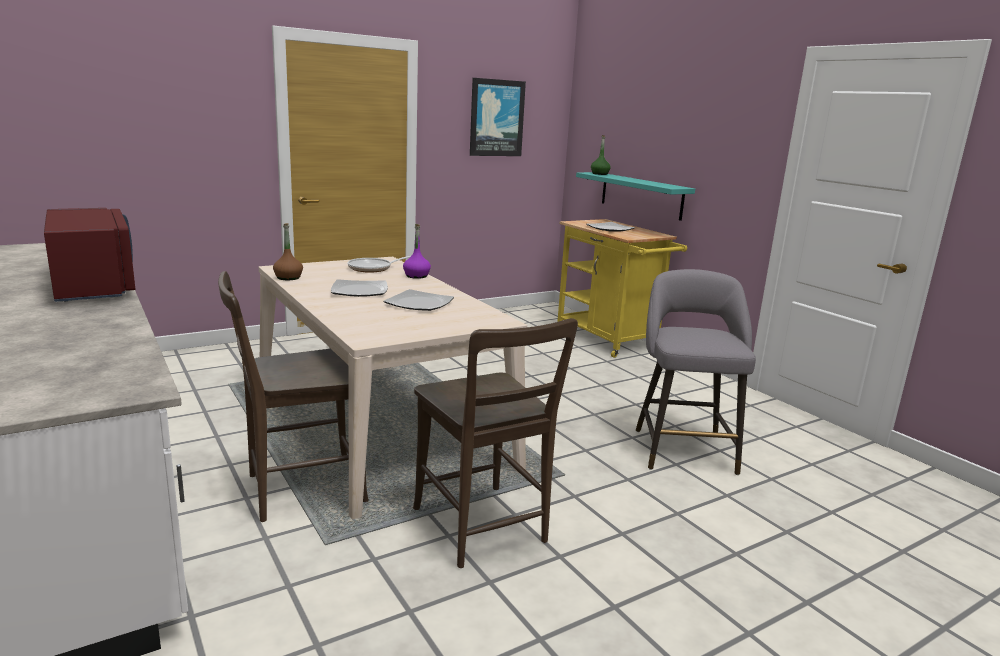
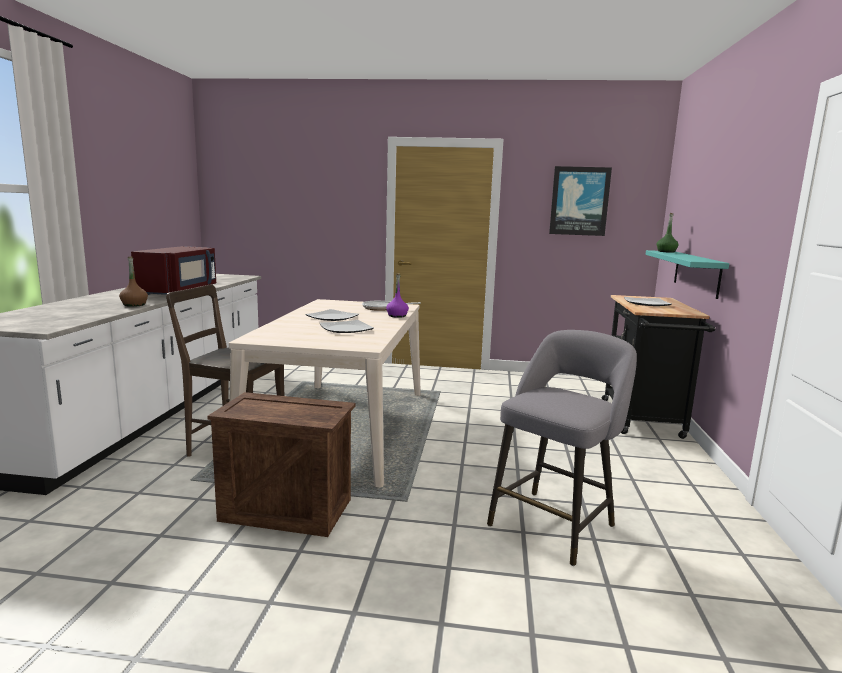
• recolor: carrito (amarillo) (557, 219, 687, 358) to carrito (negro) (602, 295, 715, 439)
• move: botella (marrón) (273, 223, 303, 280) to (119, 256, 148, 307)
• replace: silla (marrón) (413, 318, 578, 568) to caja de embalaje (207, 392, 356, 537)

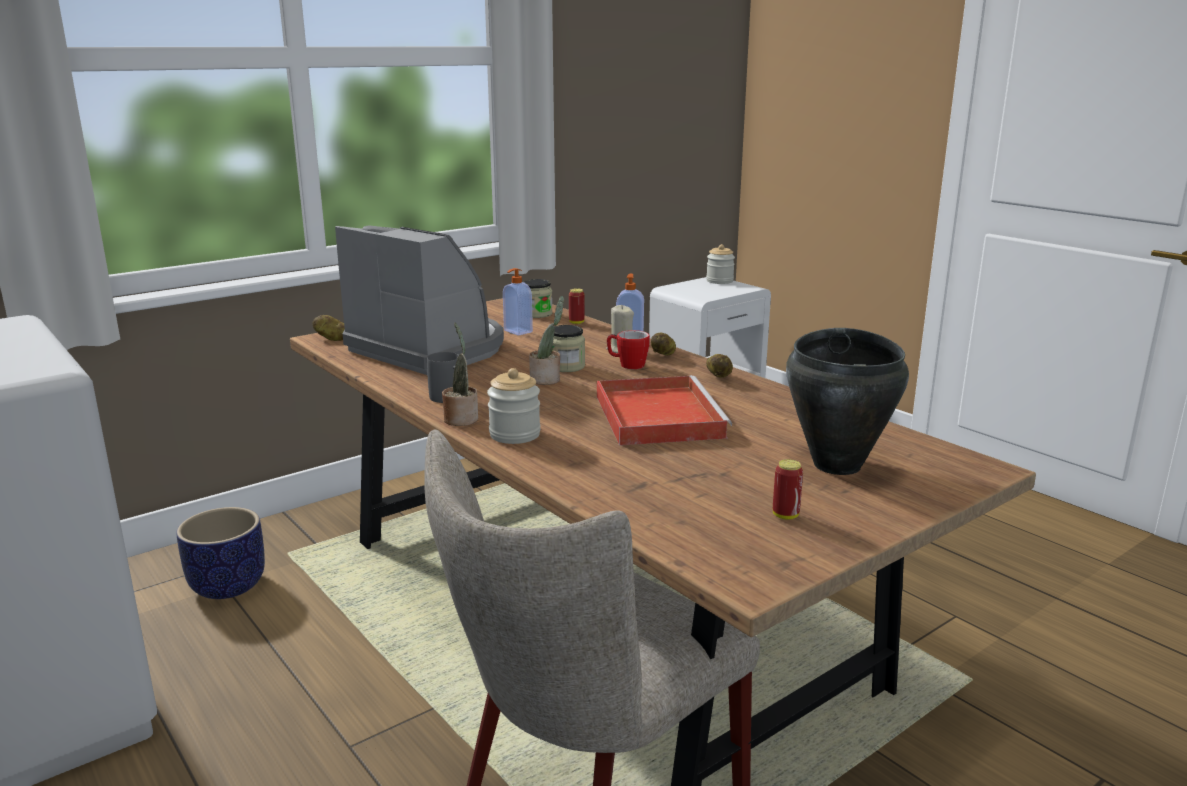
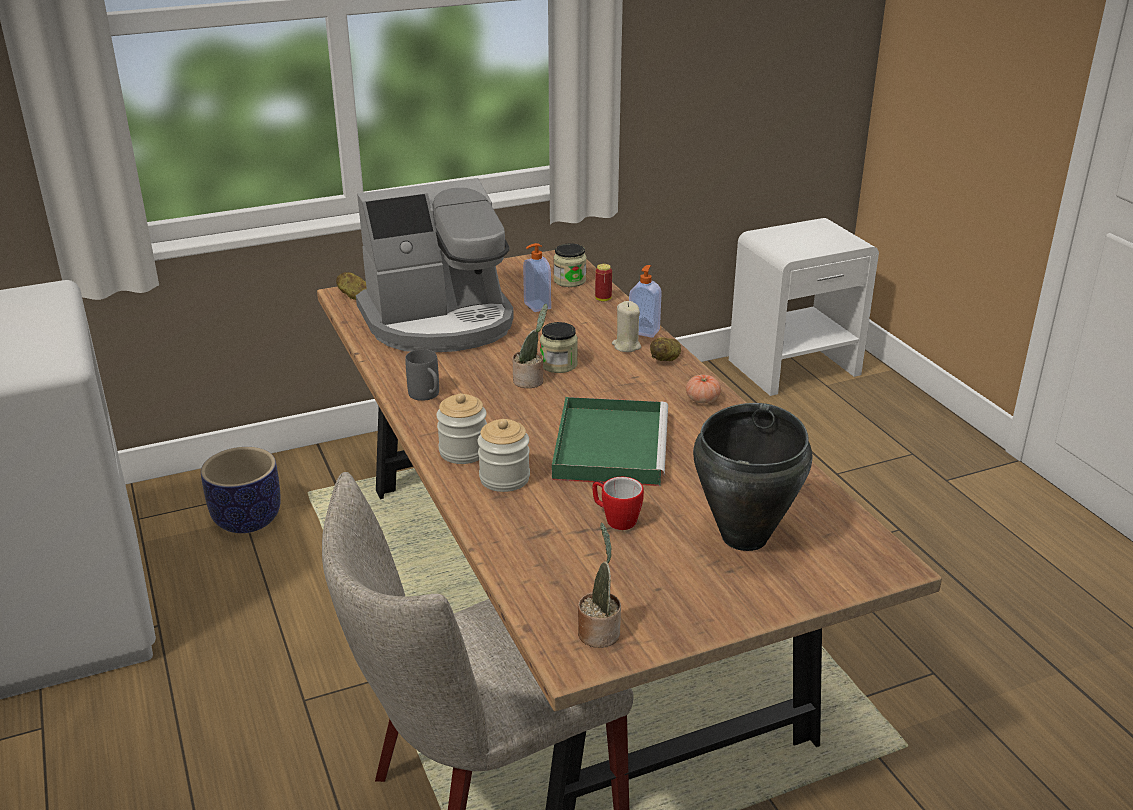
• rotate: cafetera (335, 225, 504, 375) = (356, 178, 514, 353) 105 degrees clockwise
• move: tarro (706, 244, 735, 284) to (478, 419, 530, 492)
• move: planta en maceta (442, 322, 478, 426) to (578, 523, 621, 648)
• move: taza grande (607, 330, 650, 369) to (592, 477, 644, 530)
• replace: patata (706, 354, 733, 378) to tomate (686, 375, 721, 404)
• recolor: bandeja (rojo) (597, 375, 732, 446) to bandeja (verde) (552, 397, 668, 486)
• delete: lata (773, 459, 803, 520)

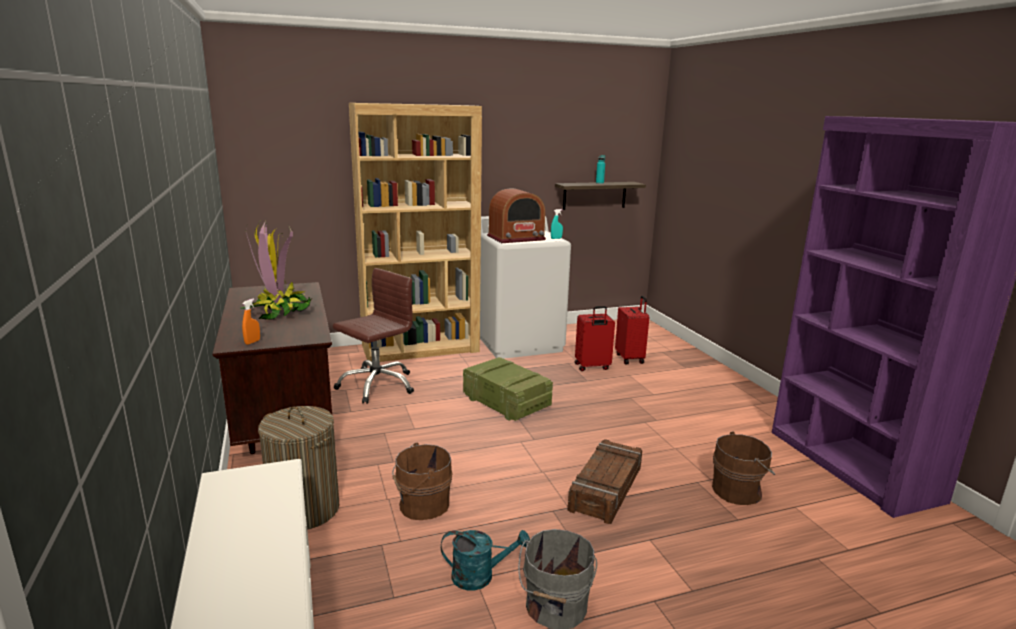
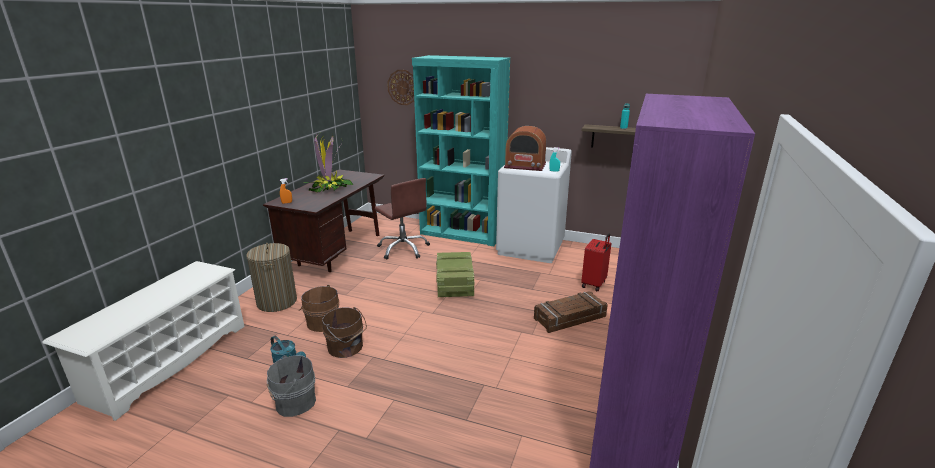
• recolor: estantería (marrón) (349, 103, 482, 362) to estantería (turquesa) (412, 55, 510, 246)
• rotate: silla de oficina (marrón) (333, 268, 414, 404) = (375, 178, 430, 259) 60 degrees clockwise
• delete: maleta (rojo) (575, 306, 615, 371)
• move: cubo (marrón) (712, 432, 775, 505) to (322, 307, 367, 358)
• move: caja de embalaje (567, 439, 642, 524) to (534, 291, 608, 333)
• insert: reloj de pared (387, 70, 414, 105)

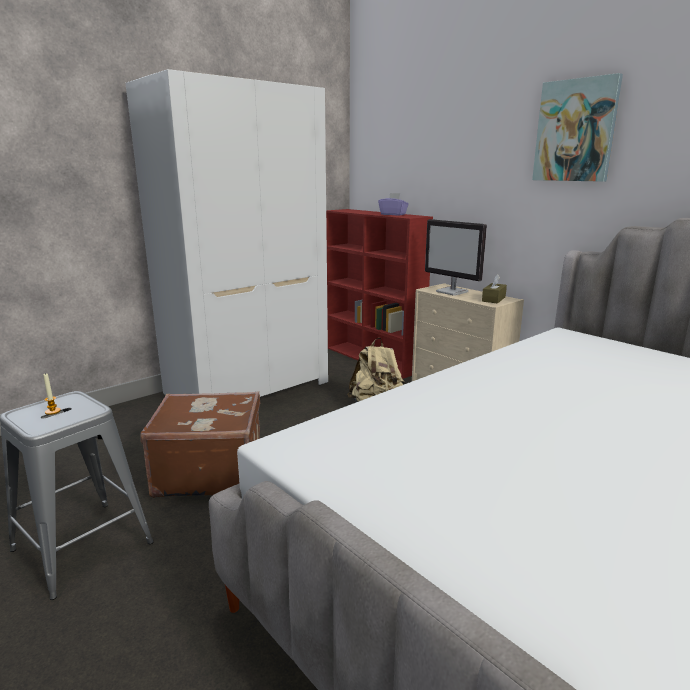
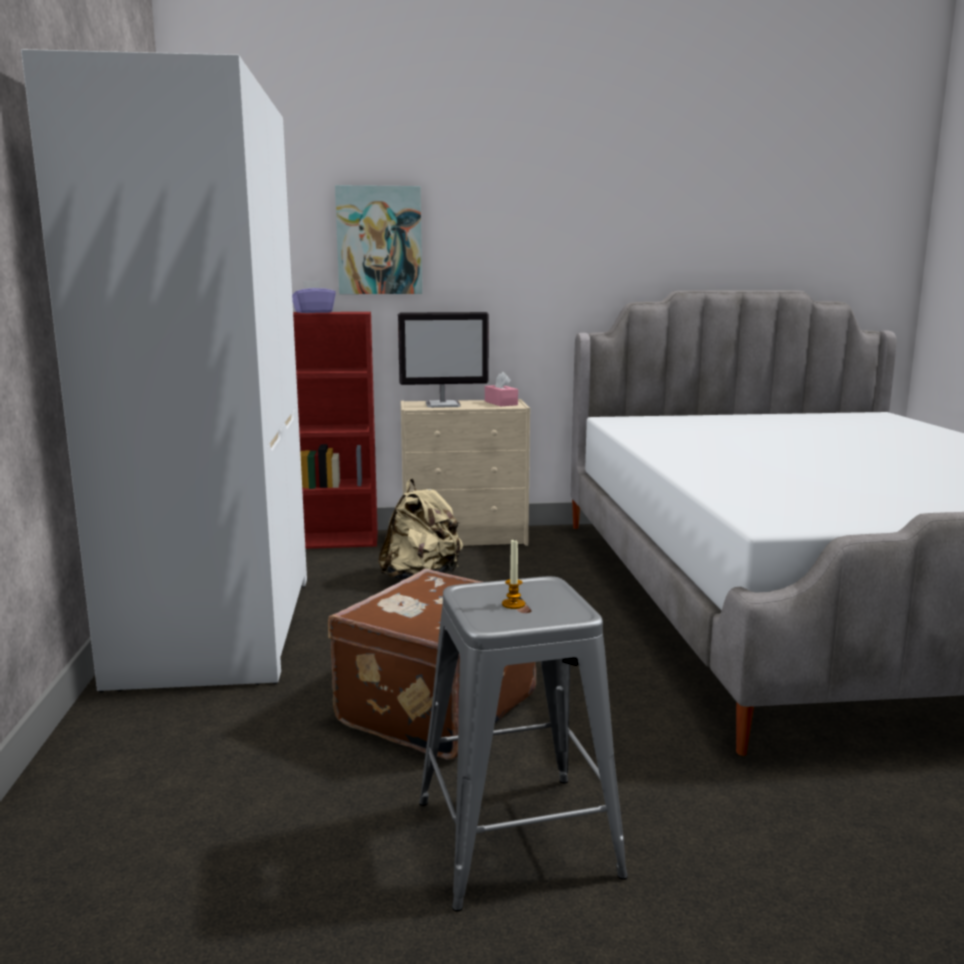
• move: cuadro (532, 73, 623, 182) to (335, 185, 422, 294)
• recolor: caja de pañuelos (marrón) (482, 274, 507, 304) to caja de pañuelos (rosa) (485, 372, 518, 406)

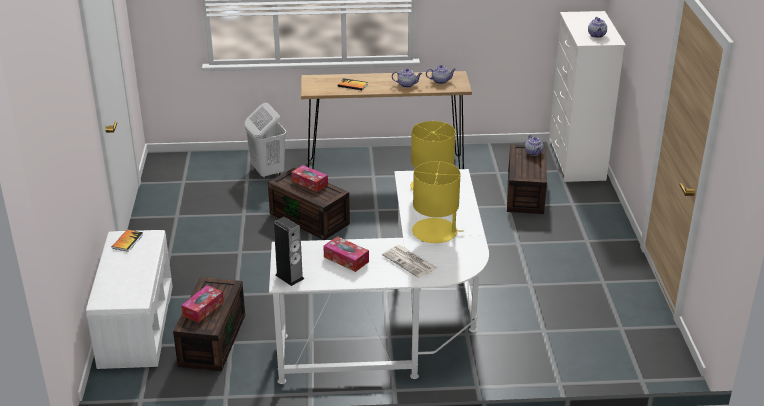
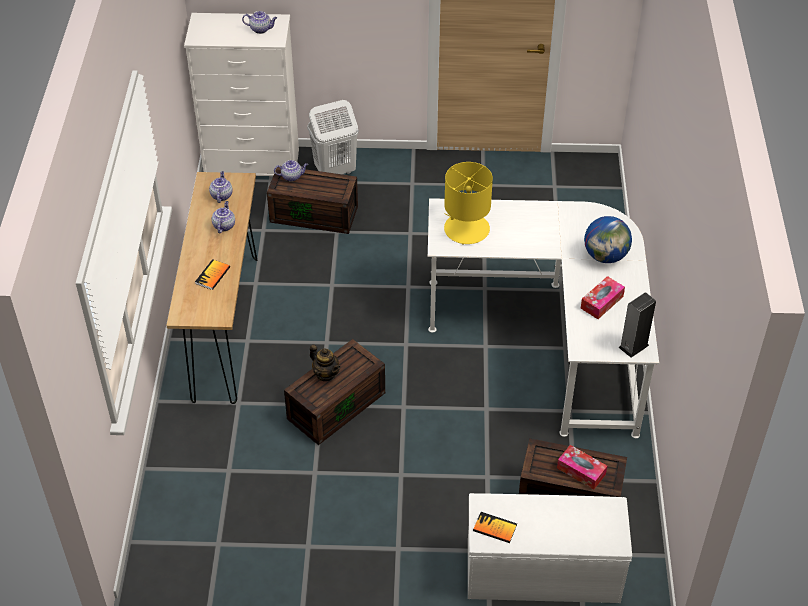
• move: cesto de la ropa (blanco) (245, 103, 287, 179) to (307, 100, 359, 174)
• delete: lámpara de mesa (amarillo) (412, 161, 462, 243)
• replace: caja de pañuelos (292, 165, 328, 192) to tetera (310, 345, 341, 381)
• replace: periódico (382, 245, 437, 278) to globo terráqueo (584, 216, 632, 263)

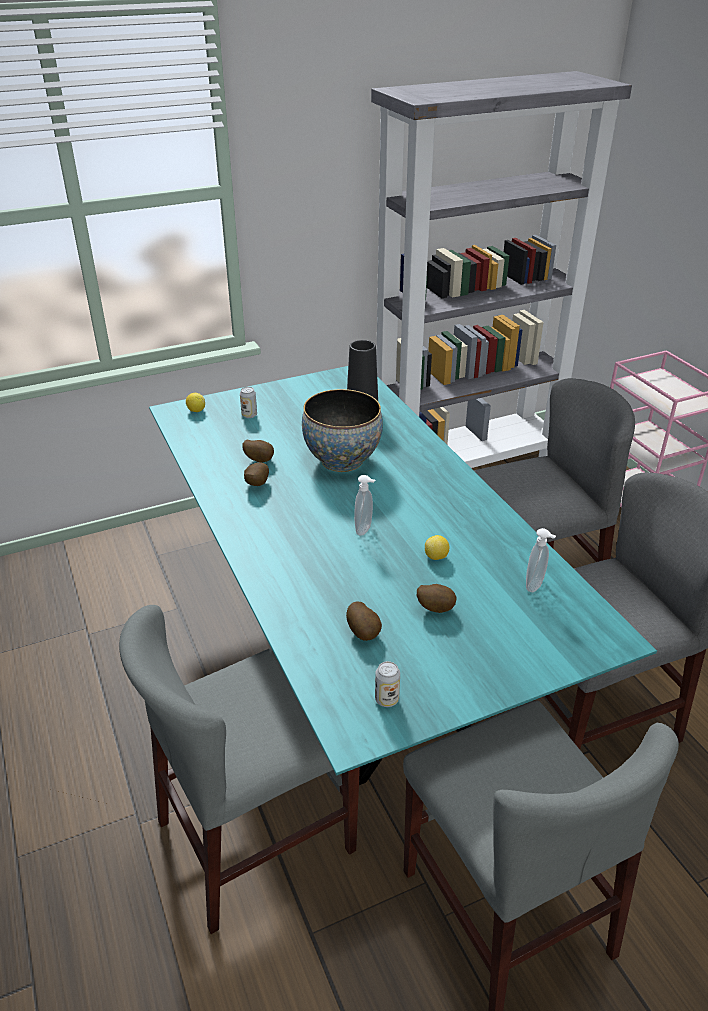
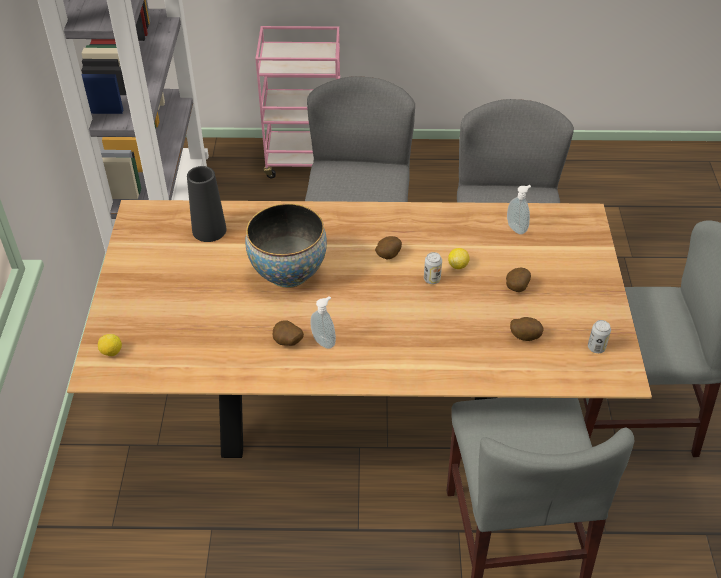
• recolor: mesa de comedor (turquesa) (149, 366, 657, 785) to mesa de comedor (marrón) (67, 200, 652, 458)
• move: lata (240, 387, 257, 418) to (424, 252, 442, 284)
• move: patata (242, 440, 274, 463) to (375, 236, 402, 259)
• move: dispensador de jabón (354, 475, 375, 536) to (310, 296, 336, 349)

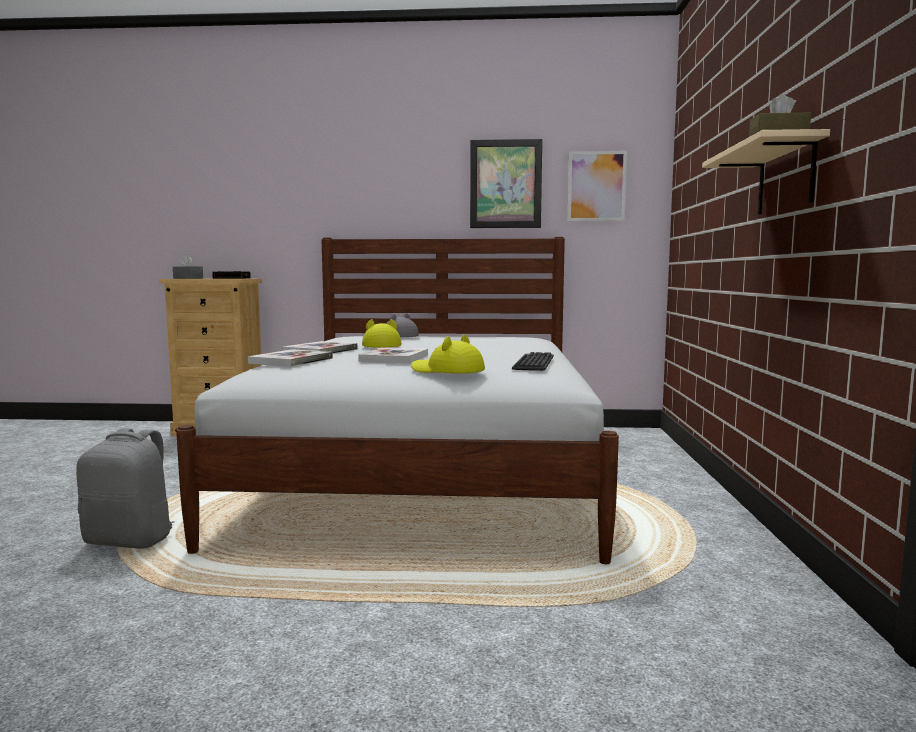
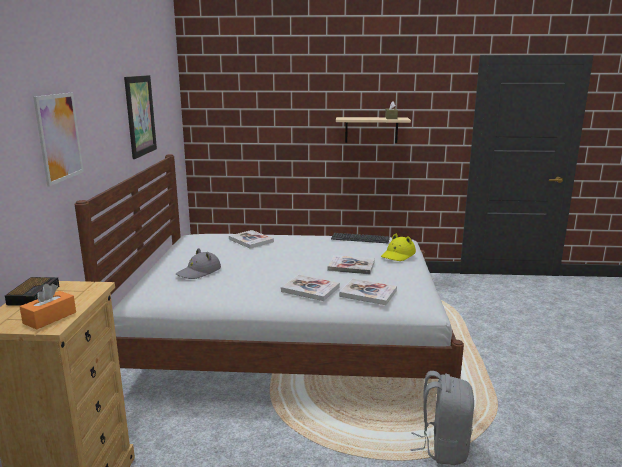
• move: cuadro (568, 151, 627, 221) to (33, 93, 84, 186)
• recolor: caja de pañuelos (gris) (173, 255, 203, 279) to caja de pañuelos (naranja) (20, 284, 76, 329)
• delete: sombrero (amarillo) (362, 319, 402, 347)
• insert: libro (229, 230, 274, 249)

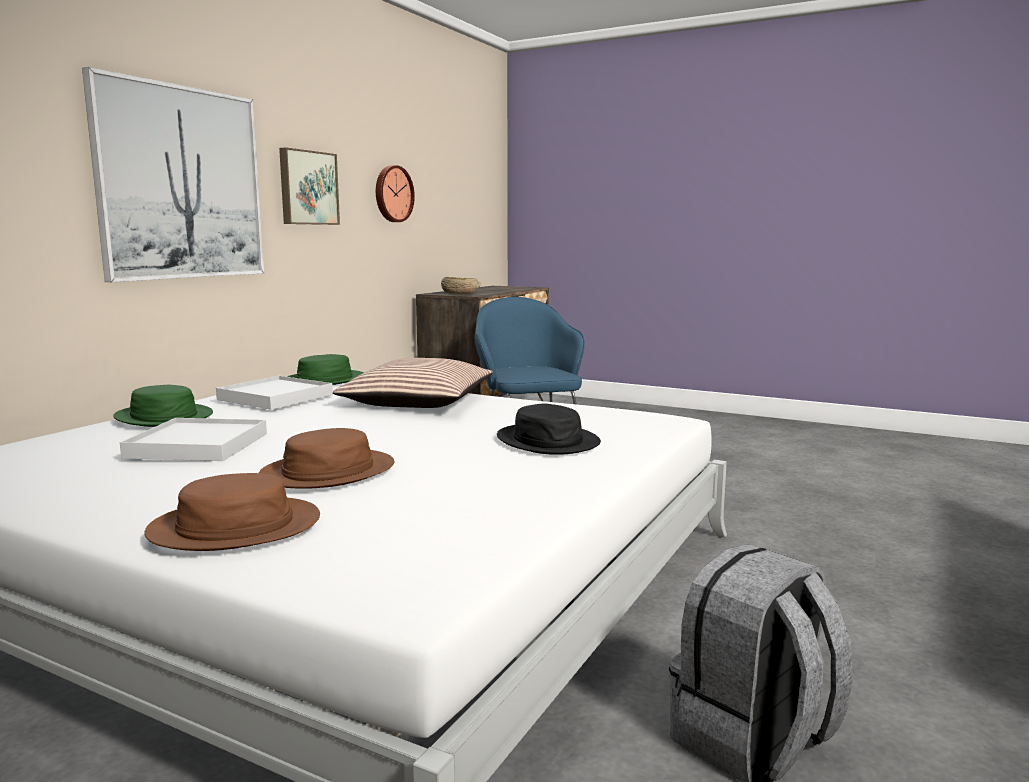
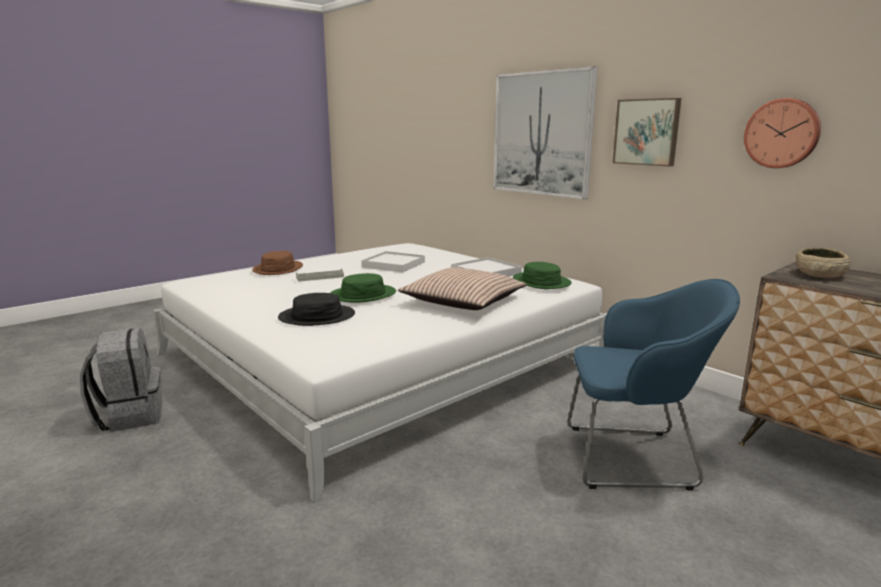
• move: sombrero (verde) (113, 385, 213, 427) to (330, 273, 396, 302)
• replace: sombrero (marrón) (259, 428, 394, 489) to bandeja (gris) (296, 268, 344, 282)

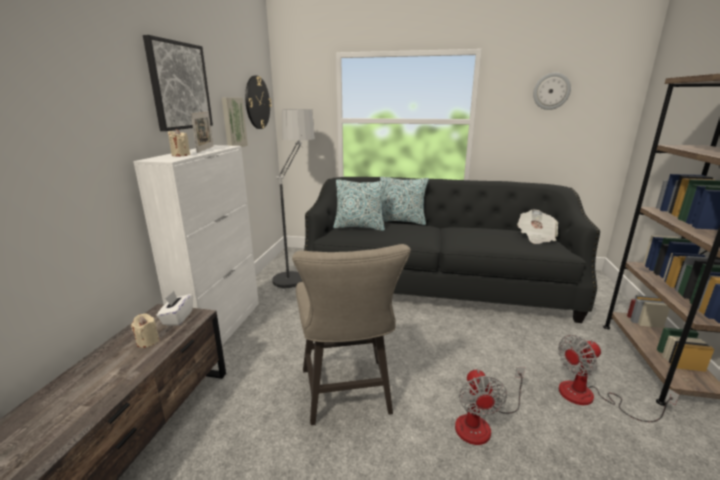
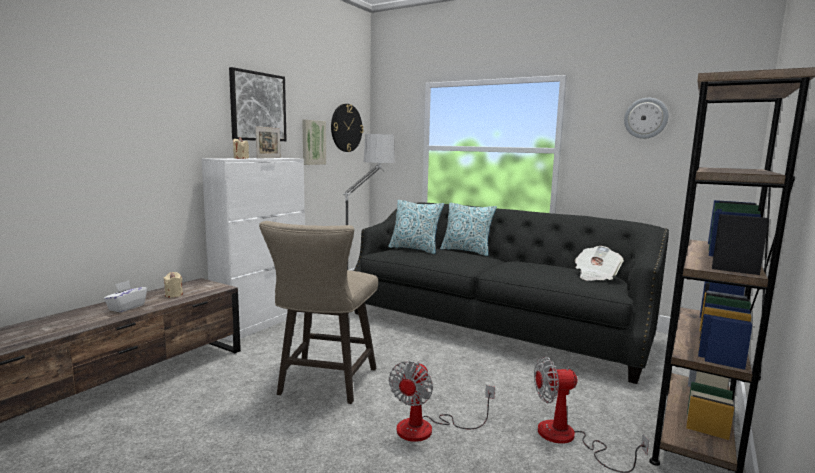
• move: caja de pañuelos (blanco) (156, 291, 193, 326) to (103, 280, 147, 312)

